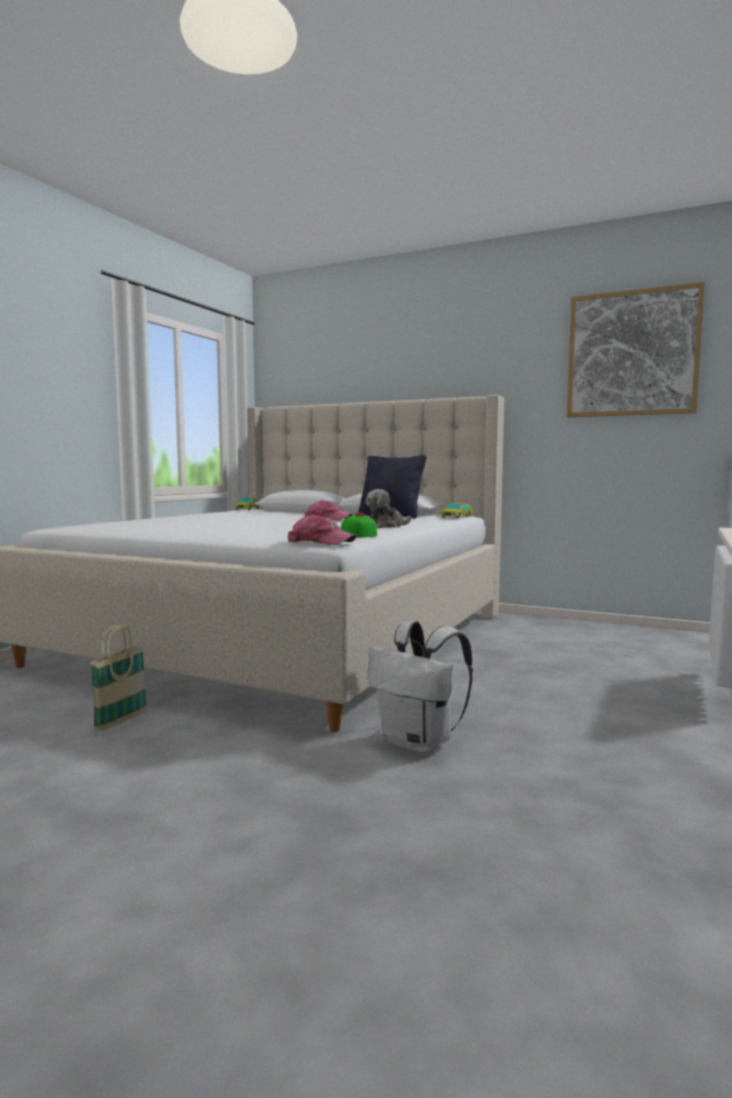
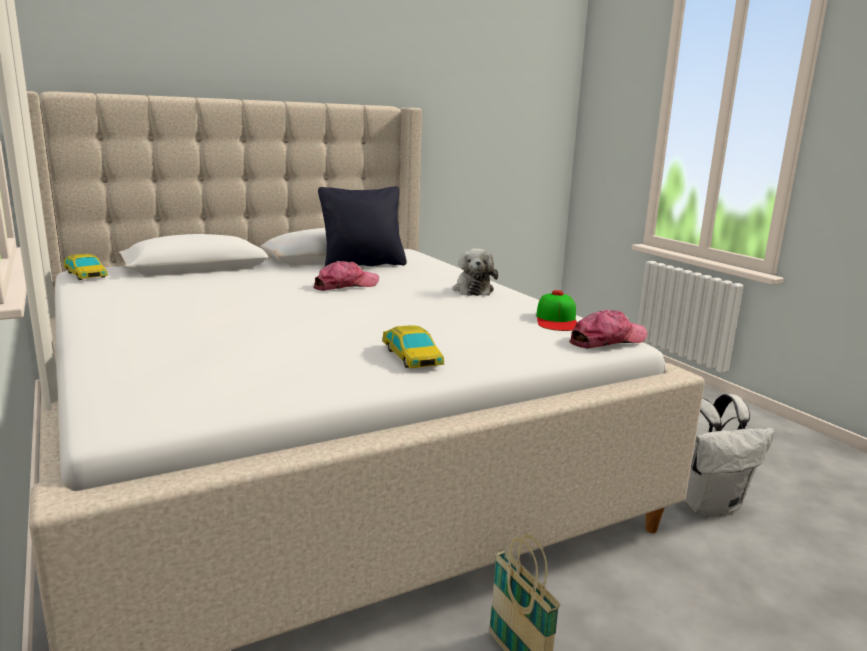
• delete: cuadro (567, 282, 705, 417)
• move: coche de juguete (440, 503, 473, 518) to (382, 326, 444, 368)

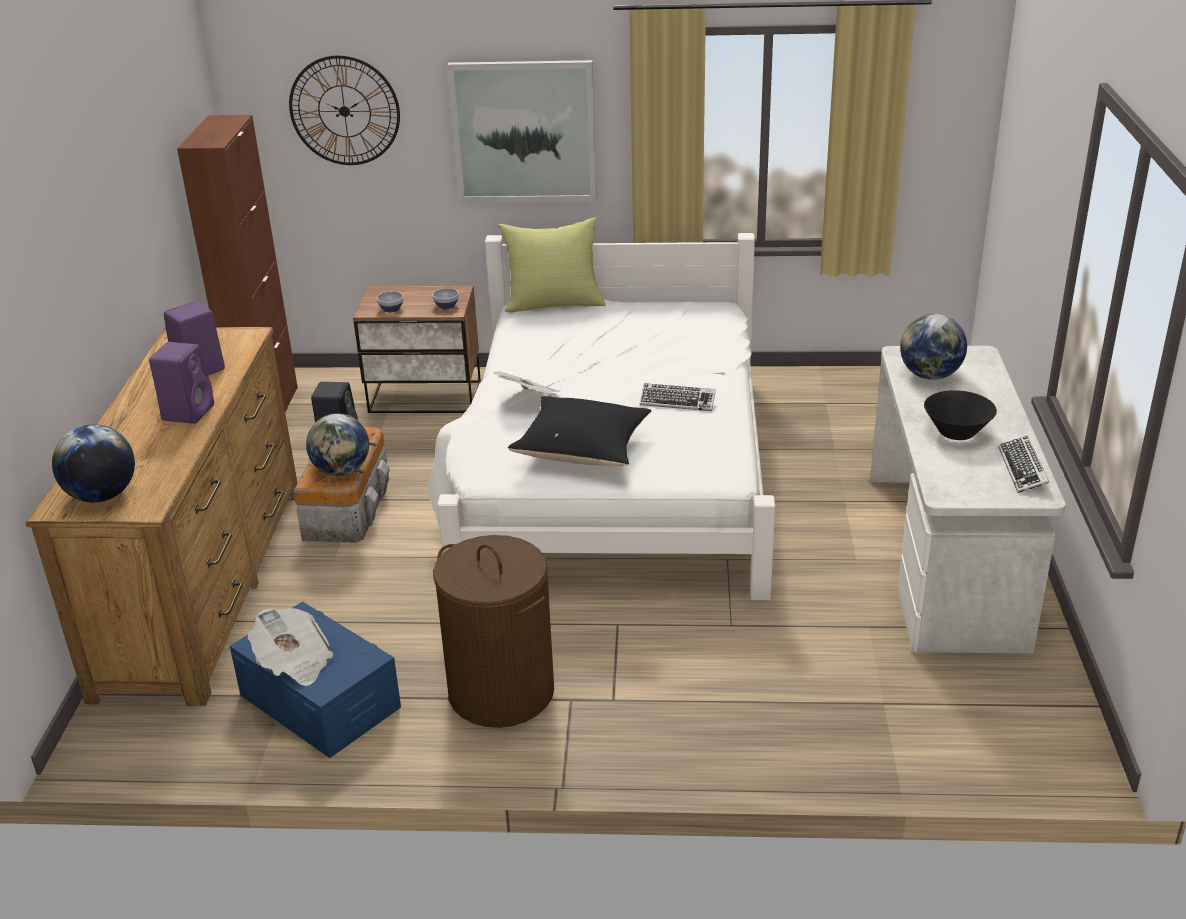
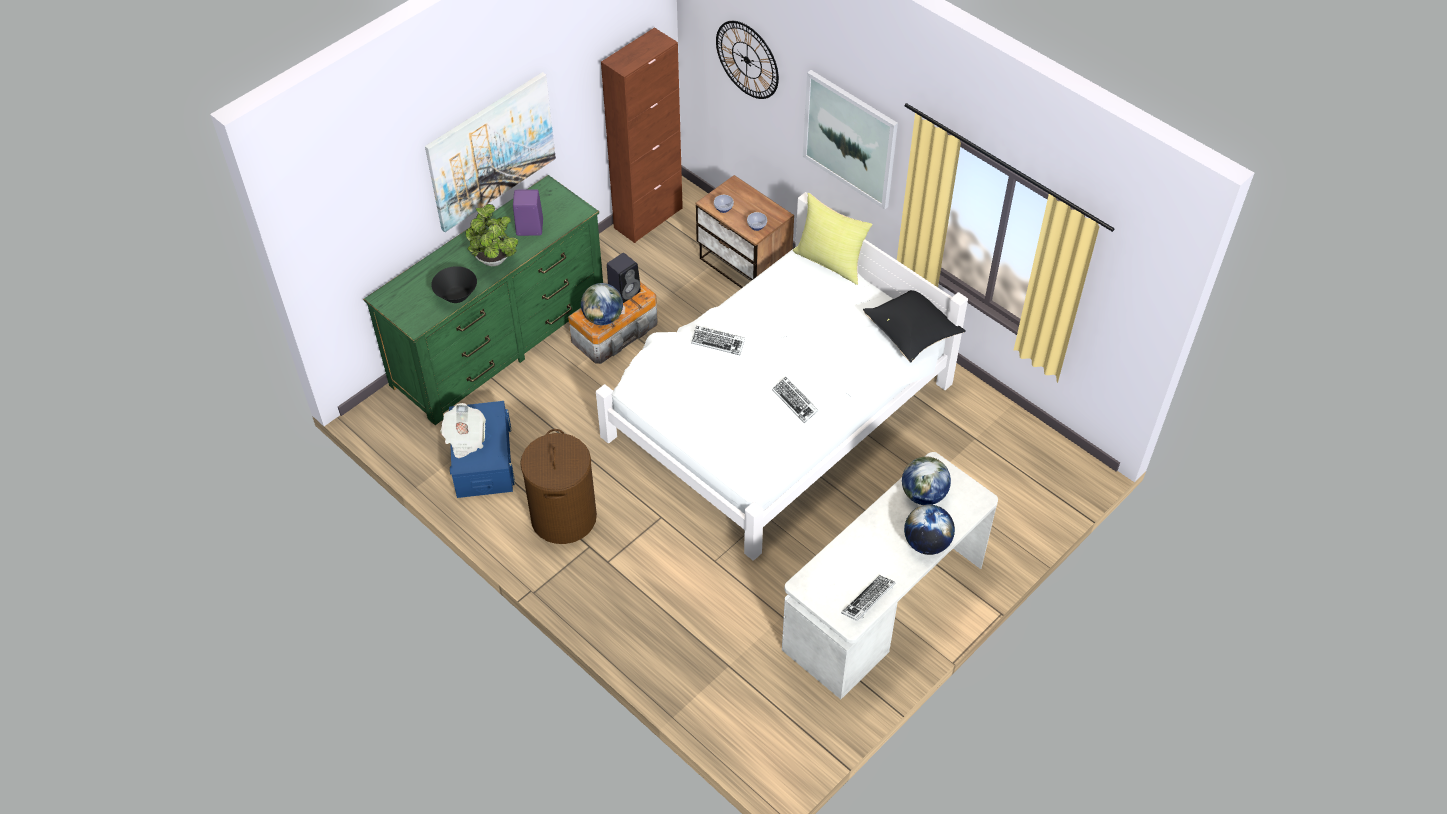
• recolor: cómoda (marrón) (26, 327, 297, 706) to cómoda (verde) (363, 175, 603, 425)
• replace: altavoz (morado) (149, 342, 214, 424) to planta en maceta (465, 204, 518, 266)
• replace: periódico (493, 371, 560, 394) to teclado (691, 326, 745, 355)
• move: cuenco (negro) (924, 390, 997, 440) to (431, 266, 477, 303)
• move: cojín (negro) (508, 396, 651, 466) to (863, 290, 966, 363)
• move: globo terráqueo (52, 424, 135, 502) to (904, 504, 955, 555)
• insert: cuadro (425, 72, 556, 232)

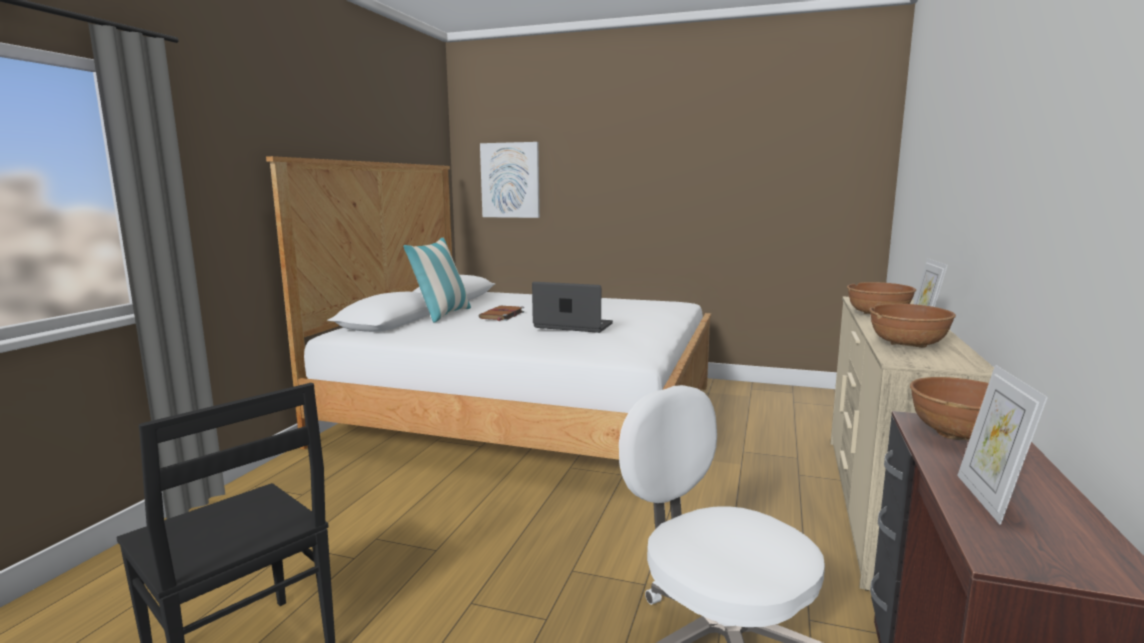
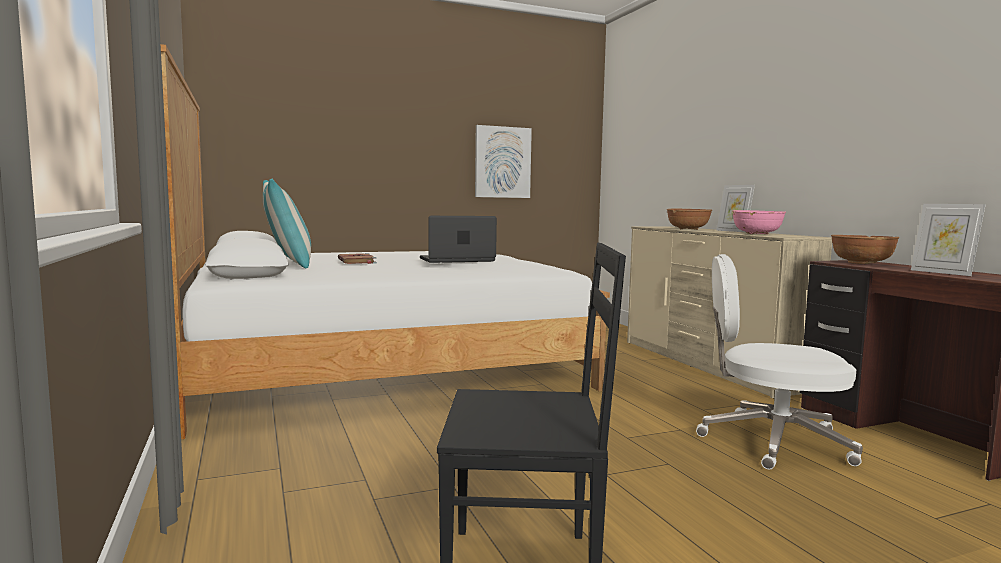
• move: cuadro (480, 142, 540, 218) to (475, 125, 532, 198)
• recolor: cuenco (marrón) (869, 303, 956, 348) to cuenco (rosa) (732, 210, 786, 234)

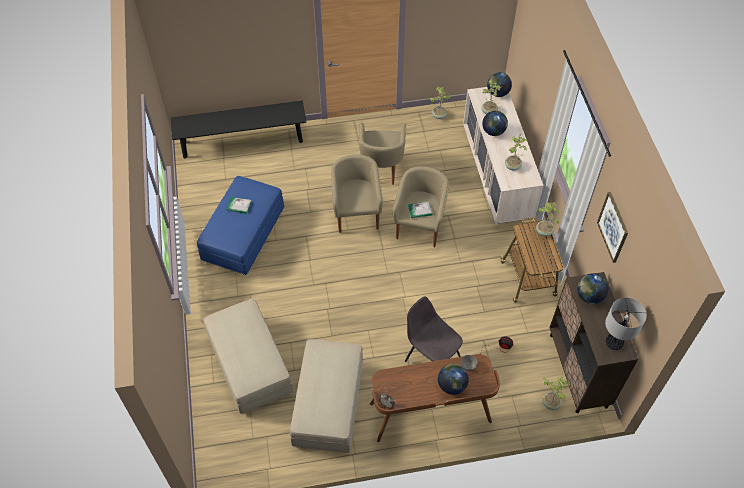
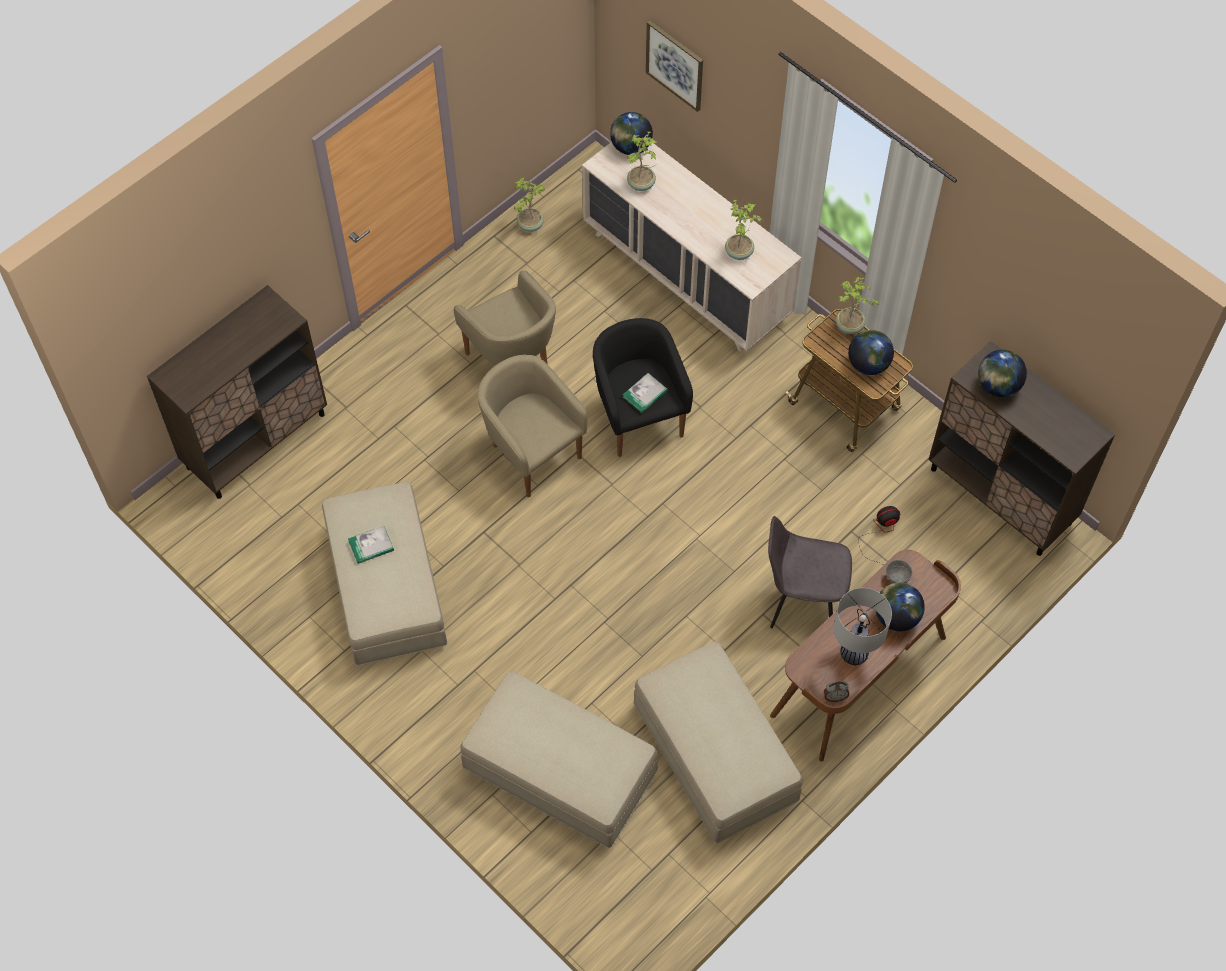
• replace: banco (negro) (171, 101, 306, 159) to armario (marrón) (147, 285, 327, 499)
• move: globo terráqueo (482, 111, 508, 136) to (848, 330, 894, 375)
• recolor: sillón (beis) (392, 166, 449, 247) to sillón (negro) (593, 318, 693, 457)
• recolor: puf (azul) (197, 176, 284, 275) to puf (beis) (322, 482, 447, 666)
• move: cuadro (597, 192, 628, 263) to (646, 20, 703, 112)
• move: lámpara de mesa (605, 297, 647, 350) to (834, 588, 892, 666)
• delete: planta en maceta (543, 376, 569, 410)

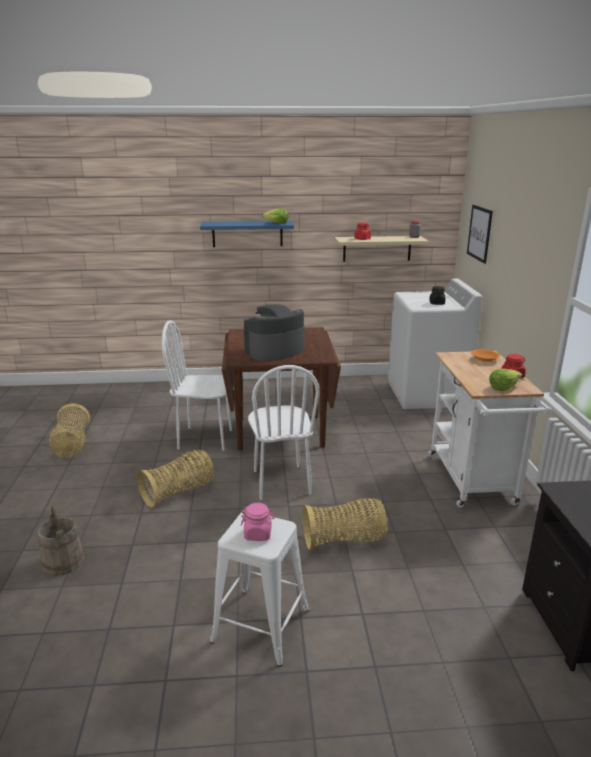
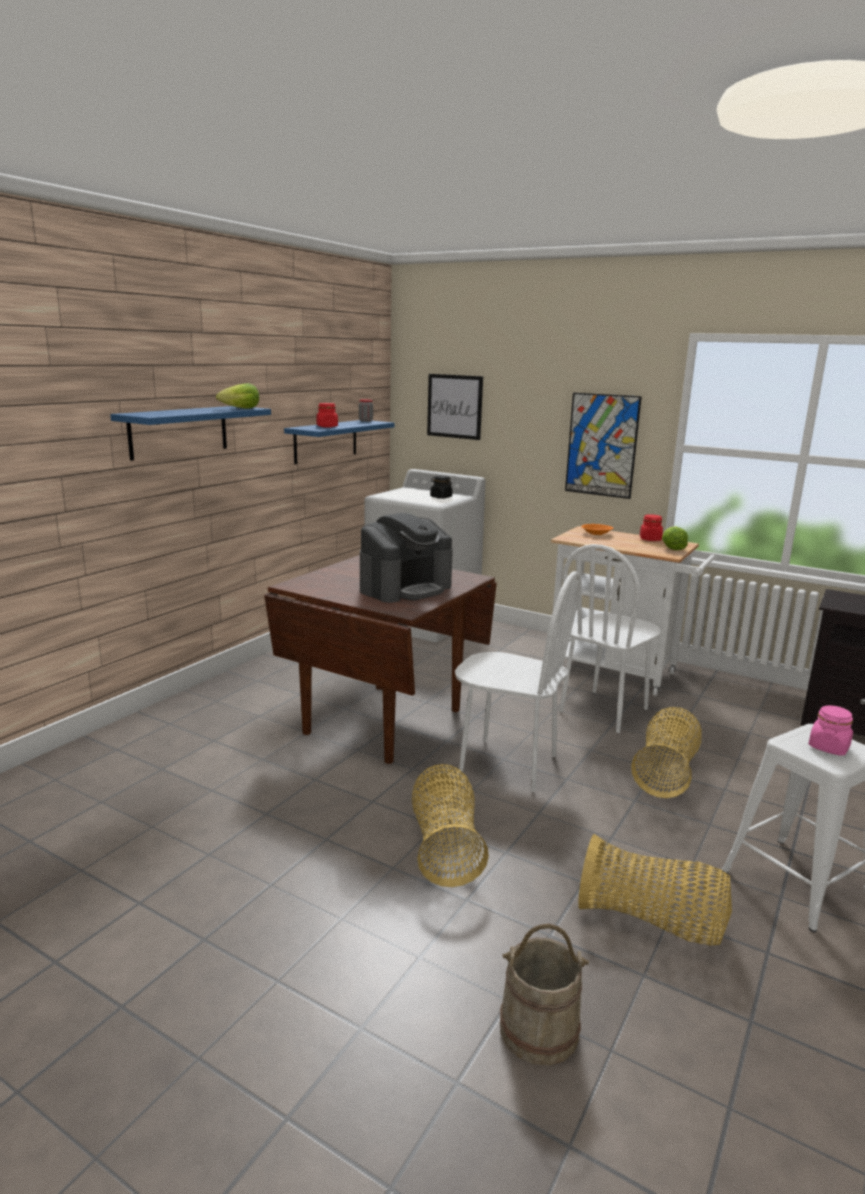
• recolor: estante (beis) (335, 236, 429, 262) to estante (azul) (284, 420, 395, 464)
• rotate: cafetera (243, 304, 305, 361) = (360, 513, 453, 603) 135 degrees counterclockwise
• move: silla (blanco) (162, 320, 234, 451) to (559, 544, 660, 733)
• move: cesta (49, 403, 90, 458) to (578, 834, 732, 946)
• insert: cuadro (565, 393, 642, 499)

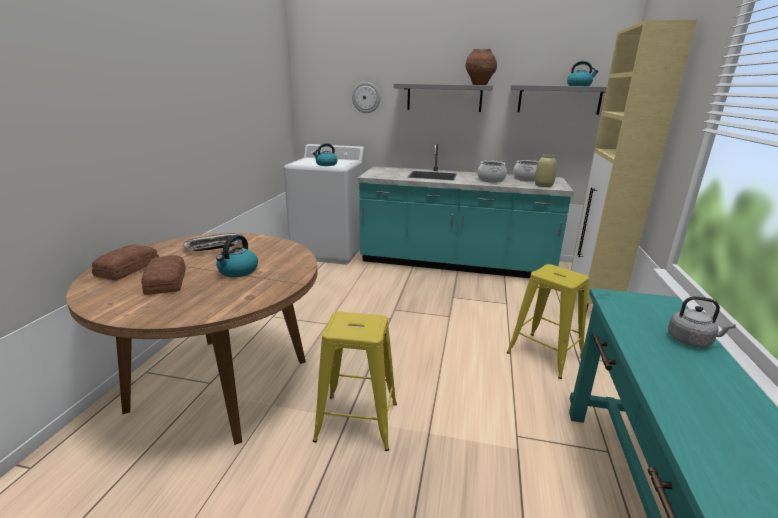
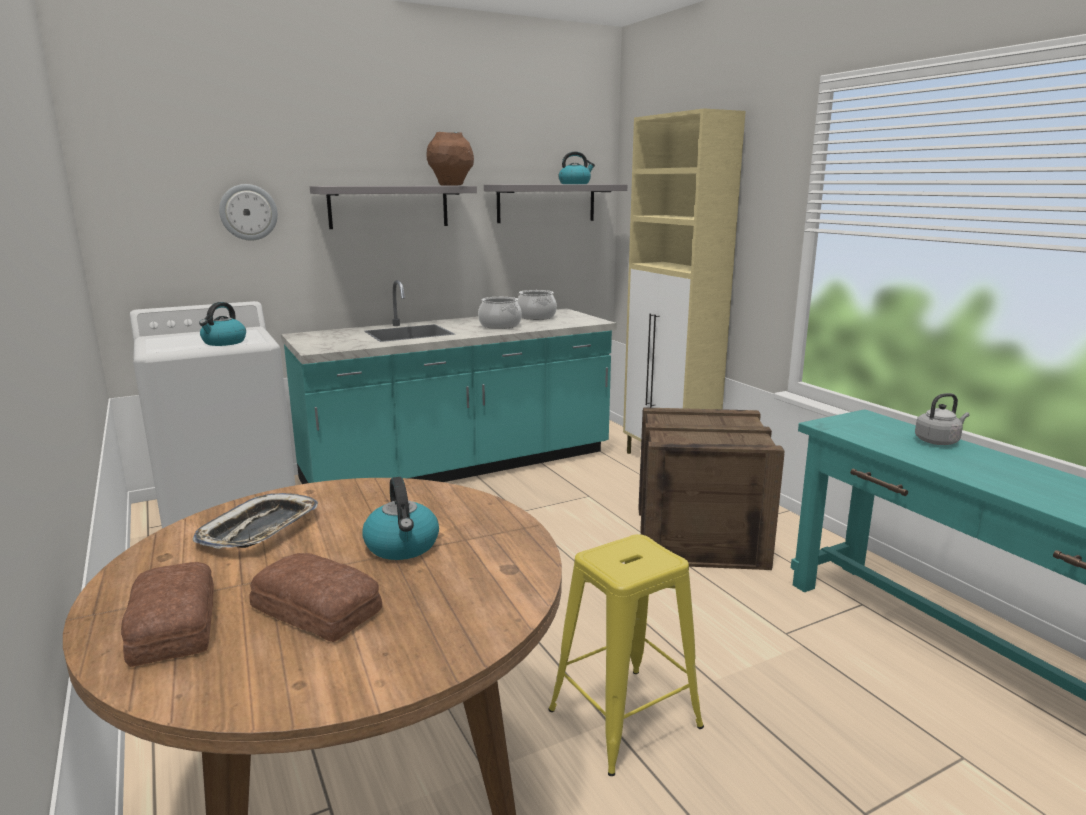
• delete: florero (beis) (535, 154, 557, 187)
• replace: taburete (amarillo) (507, 264, 589, 379) to caja de embalaje (638, 407, 785, 570)

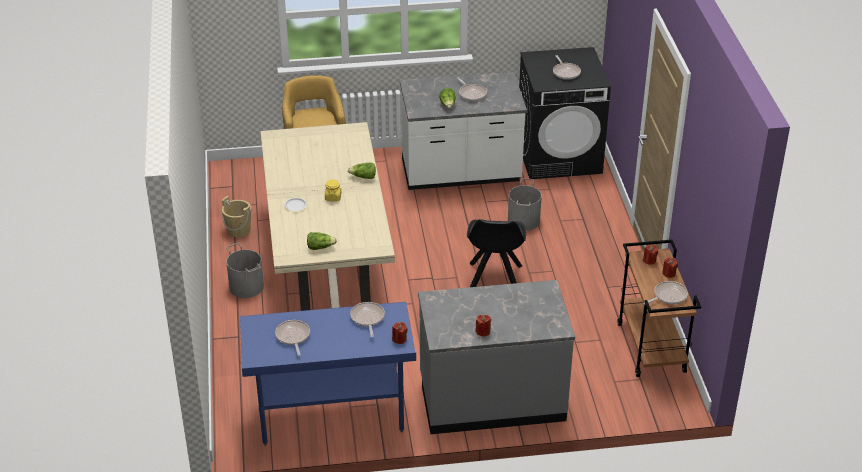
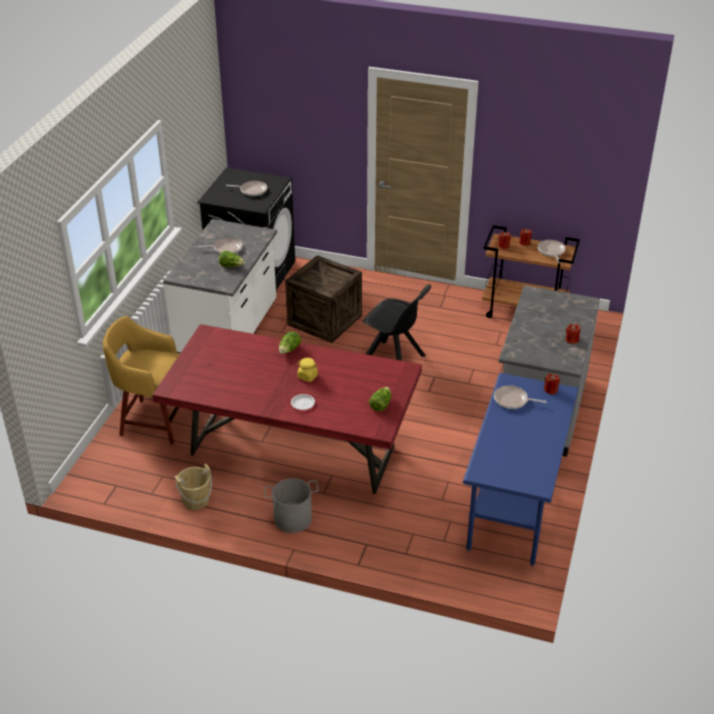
• recolor: mesa de comedor (beis) (261, 122, 395, 311) to mesa de comedor (rojo) (152, 324, 422, 494)
• replace: cubo (gris) (508, 178, 542, 231) to caja de embalaje (285, 255, 362, 343)
• delete: sartén (275, 320, 310, 356)

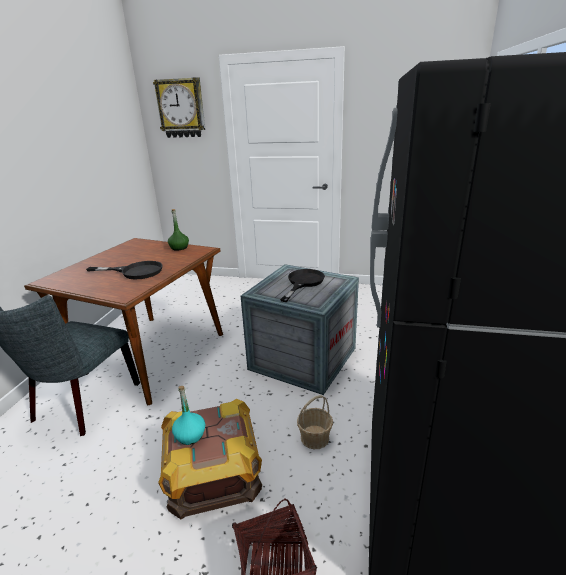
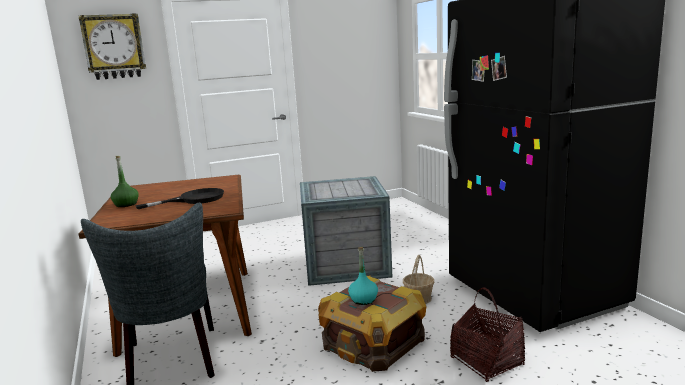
• move: botella (verde) (168, 209, 189, 251) to (111, 156, 139, 207)
• delete: sartén (negro) (280, 269, 325, 302)

